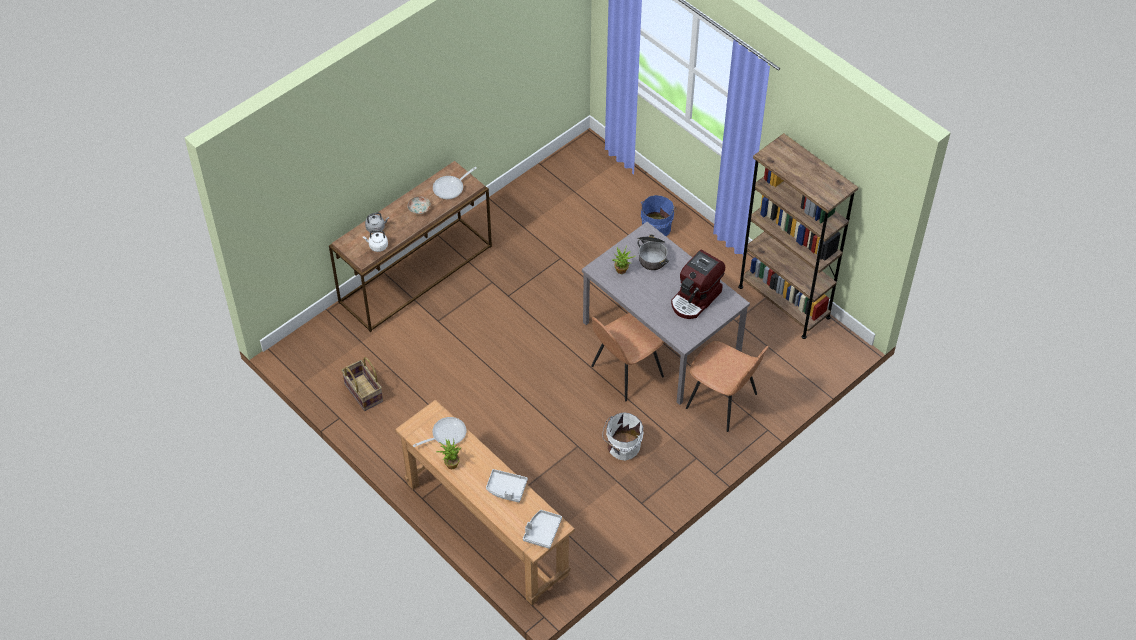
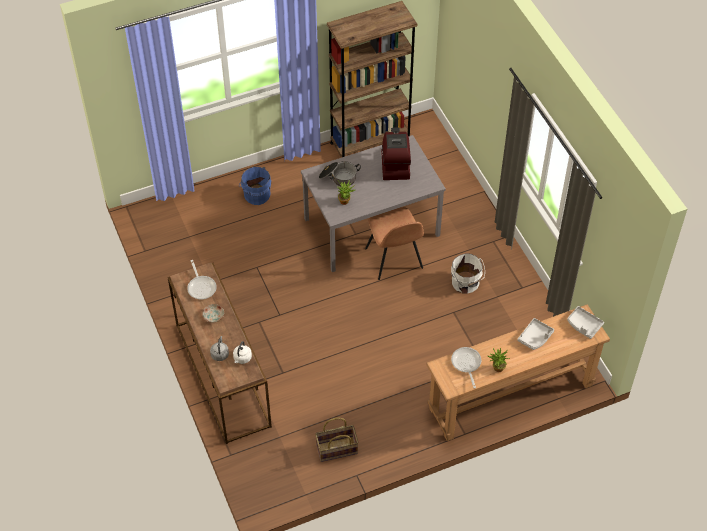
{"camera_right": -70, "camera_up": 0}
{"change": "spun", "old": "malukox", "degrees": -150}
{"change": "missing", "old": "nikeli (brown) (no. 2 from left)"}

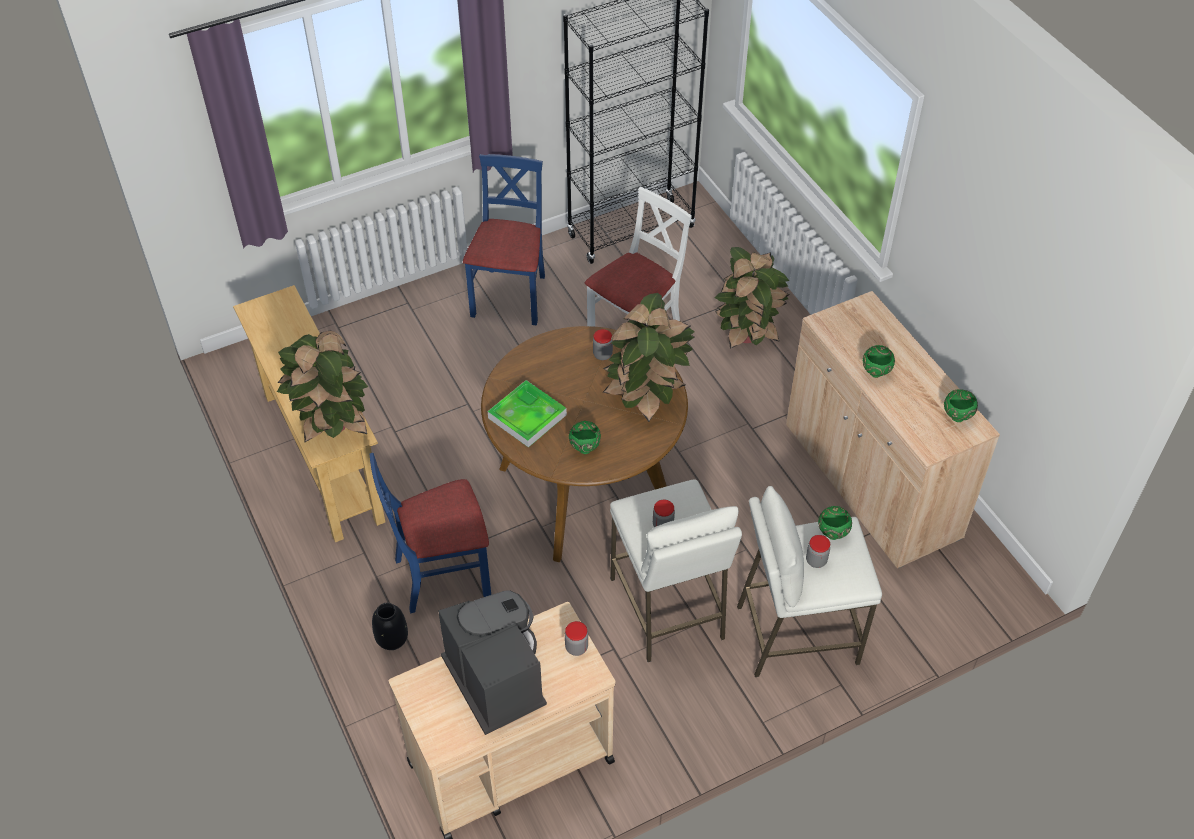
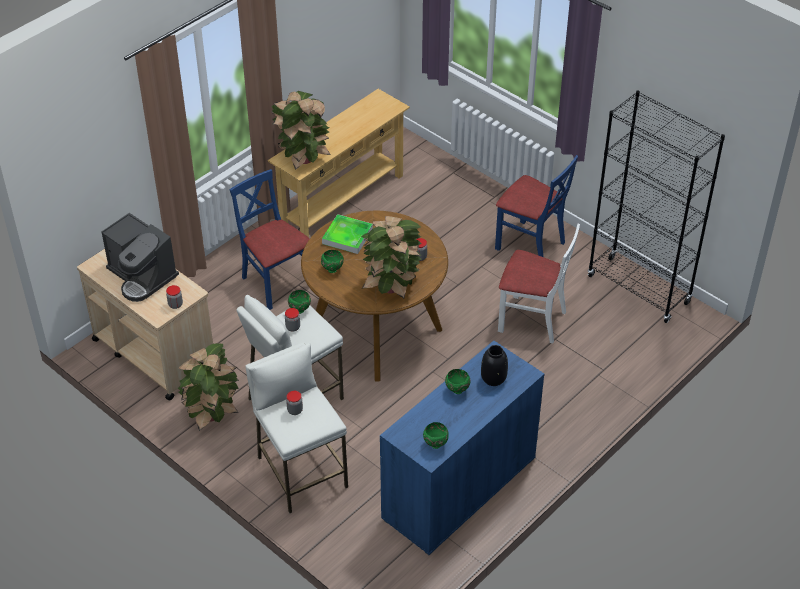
{"camera_right": 70, "camera_up": -5}
{"change": "spun", "old": "malukox", "degrees": 90}
{"change": "relocated", "old": "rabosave (no. 3 from left in the first image)", "new": "rabosave (no. 1 from left)"}
{"change": "relocated", "old": "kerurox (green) (no. 2 from left in the first image)", "new": "kerurox (green) (no. 1 from left)"}
{"change": "colour", "old": "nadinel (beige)", "new": "nadinel (blue)"}
{"change": "relocated", "old": "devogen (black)"}
{"change": "spun", "old": "nikeli (blue) (no. 2 from left)", "degrees": 45}

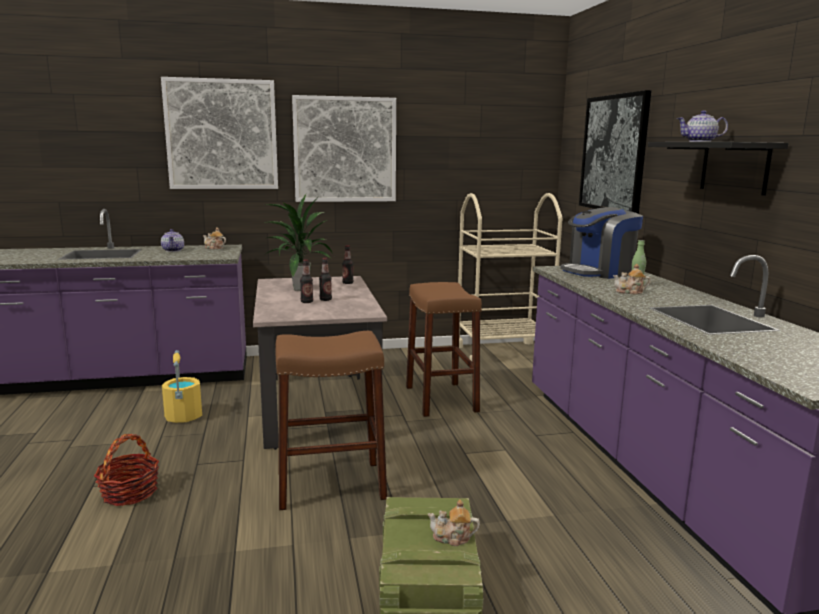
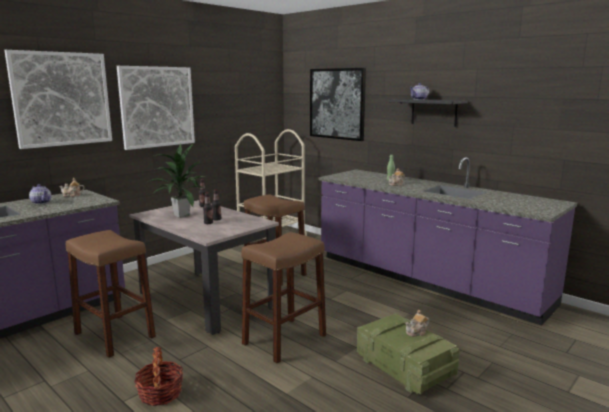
{"camera_right": -35, "camera_up": 0}
{"change": "exchanged", "old": "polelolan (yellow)", "new": "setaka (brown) (no. 1 from left)"}
{"change": "missing", "old": "malukox"}

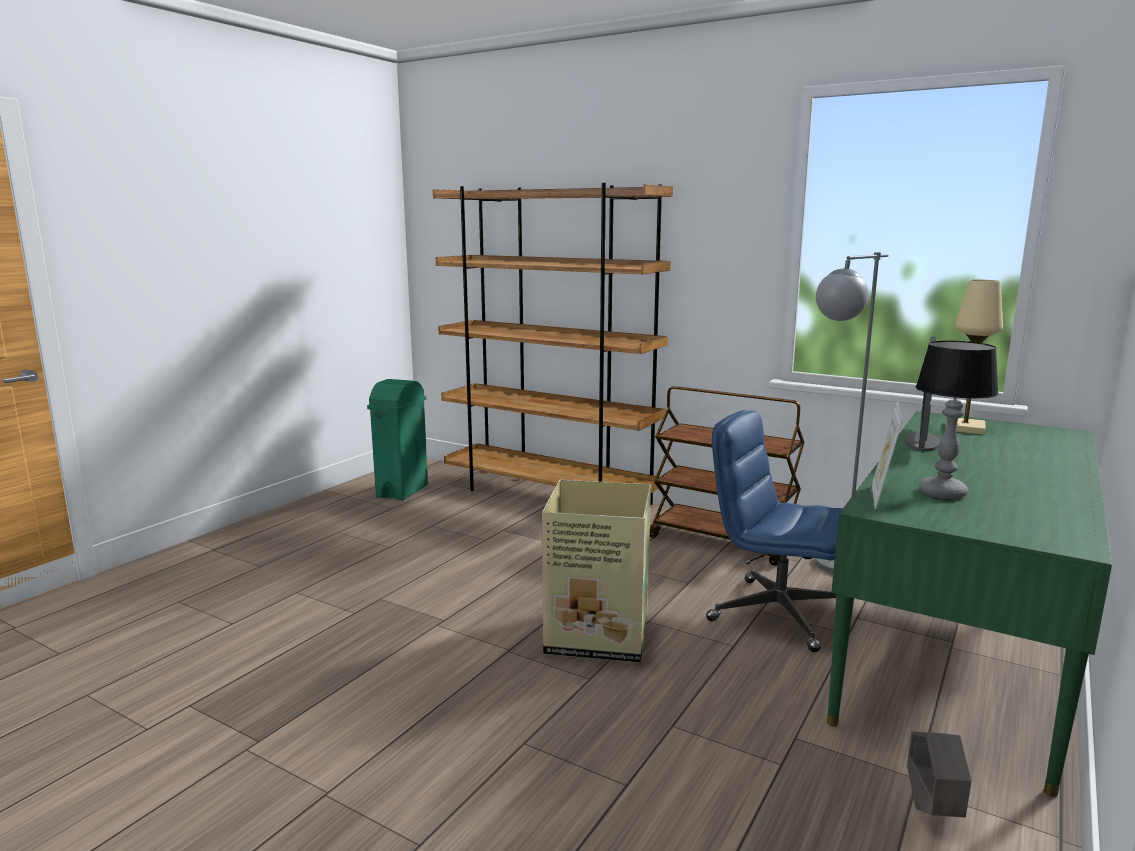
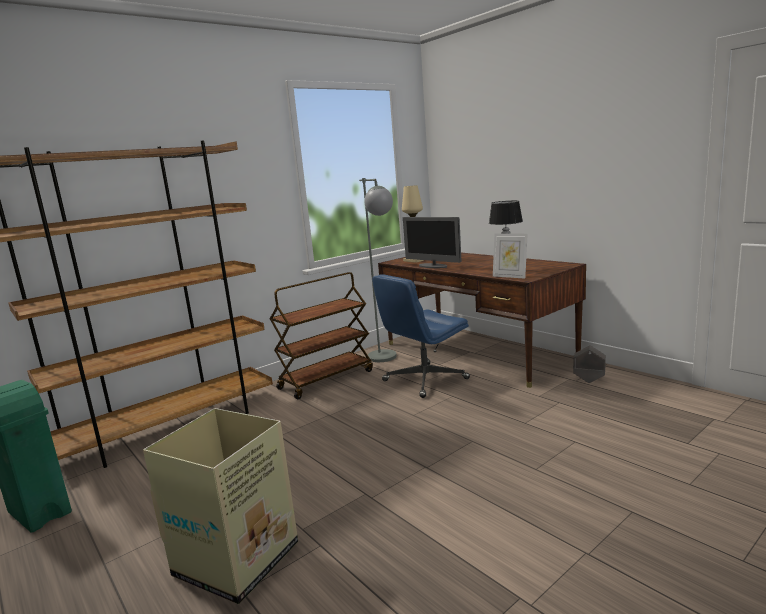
{"camera_right": -70, "camera_up": 0}
{"change": "relocated", "old": "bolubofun"}
{"change": "colour", "old": "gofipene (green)", "new": "gofipene (brown)"}

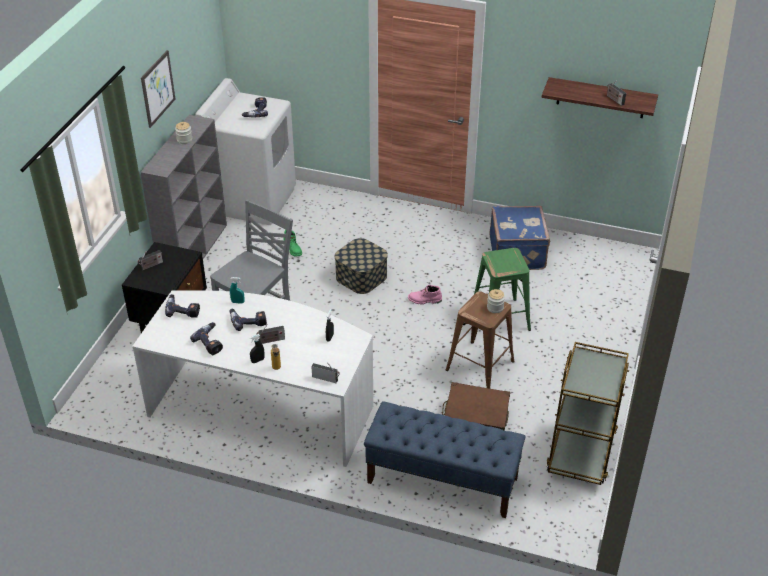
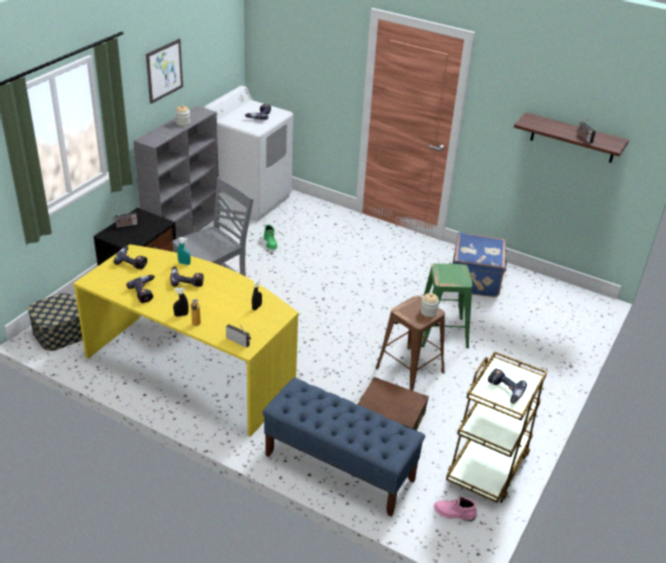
{"camera_right": 10, "camera_up": -5}
{"change": "relocated", "old": "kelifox"}
{"change": "colour", "old": "gofipene (white)", "new": "gofipene (yellow)"}
{"change": "relocated", "old": "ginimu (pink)"}
{"change": "appeared", "new": "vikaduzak (no. 5 from left)"}
{"change": "missing", "old": "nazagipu (no. 2 from left)"}

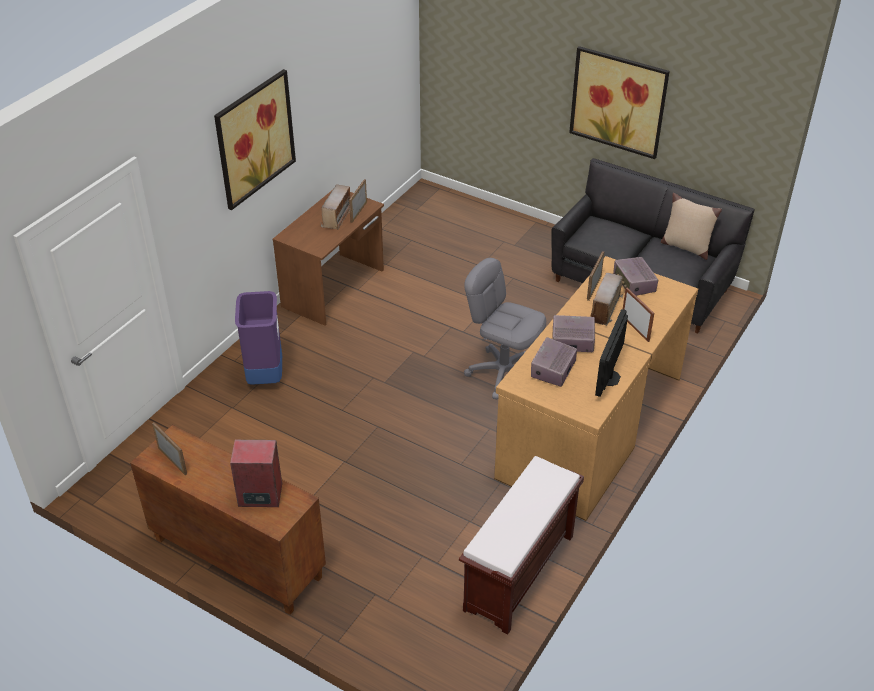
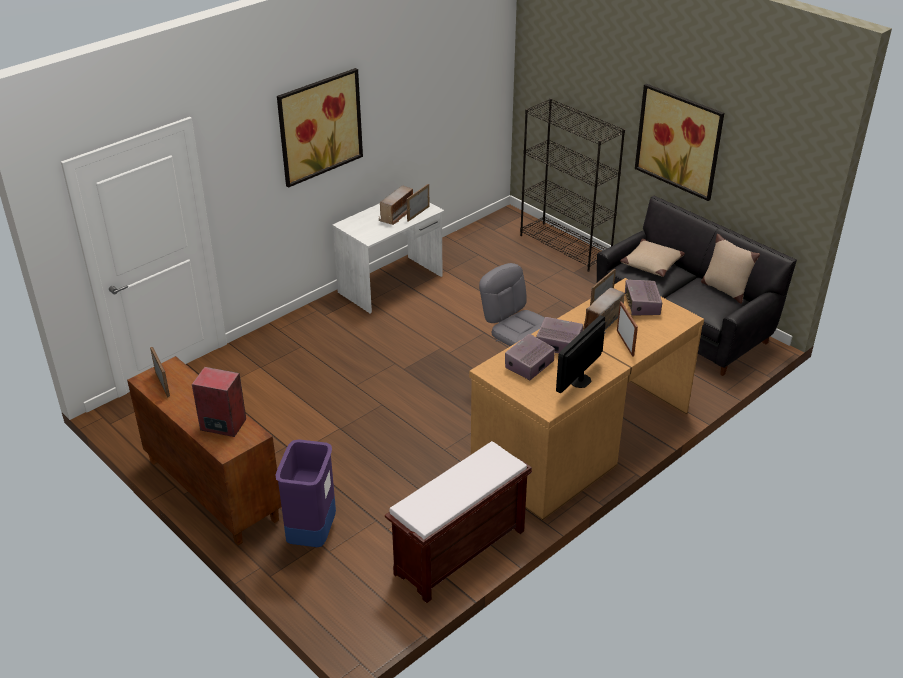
{"camera_right": 15, "camera_up": -5}
{"change": "relocated", "old": "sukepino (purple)"}
{"change": "colour", "old": "gofipene (brown) (no. 1 from left)", "new": "gofipene (white)"}
{"change": "appeared", "new": "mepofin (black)"}
{"change": "appeared", "new": "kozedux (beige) (no. 1 from left)"}

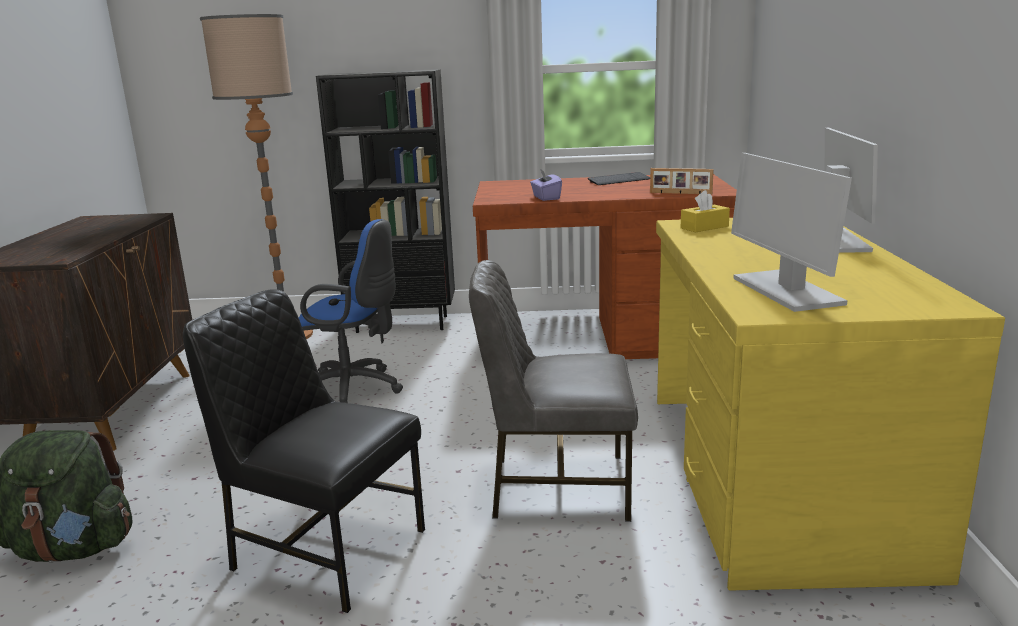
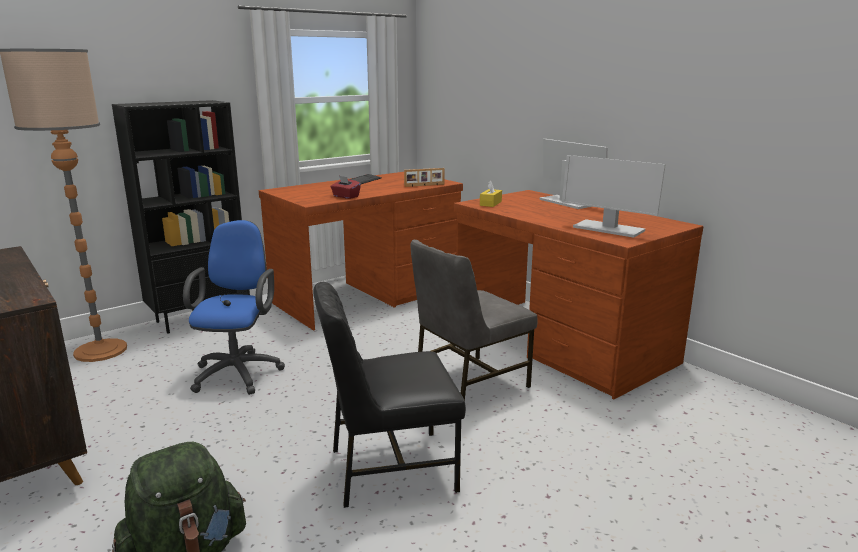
{"camera_right": -40, "camera_up": 0}
{"change": "spun", "old": "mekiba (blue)", "degrees": -60}
{"change": "colour", "old": "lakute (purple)", "new": "lakute (red)"}
{"change": "colour", "old": "gofipene (yellow)", "new": "gofipene (brown) (no. 2 from left)"}

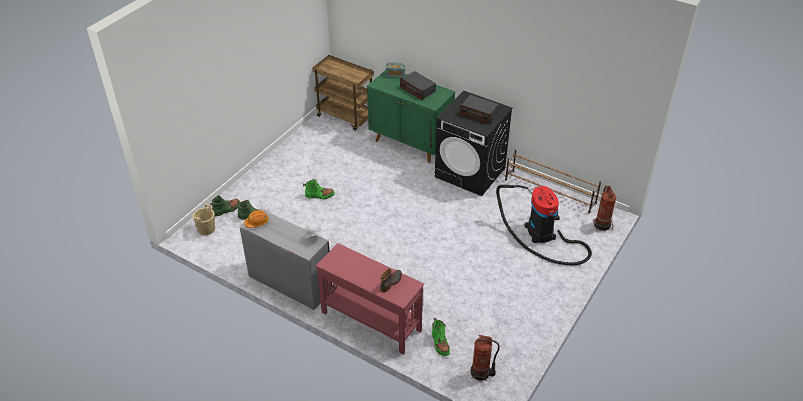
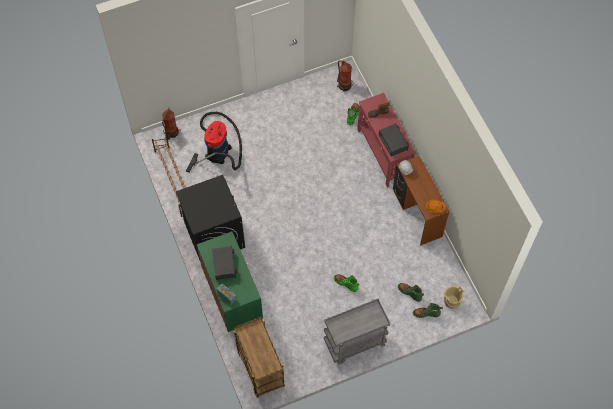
{"camera_right": -145, "camera_up": 20}
{"change": "appeared", "new": "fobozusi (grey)"}
{"change": "relocated", "old": "nazagipu (no. 3 from left)"}
{"change": "colour", "old": "gofipene (grey)", "new": "gofipene (brown)"}

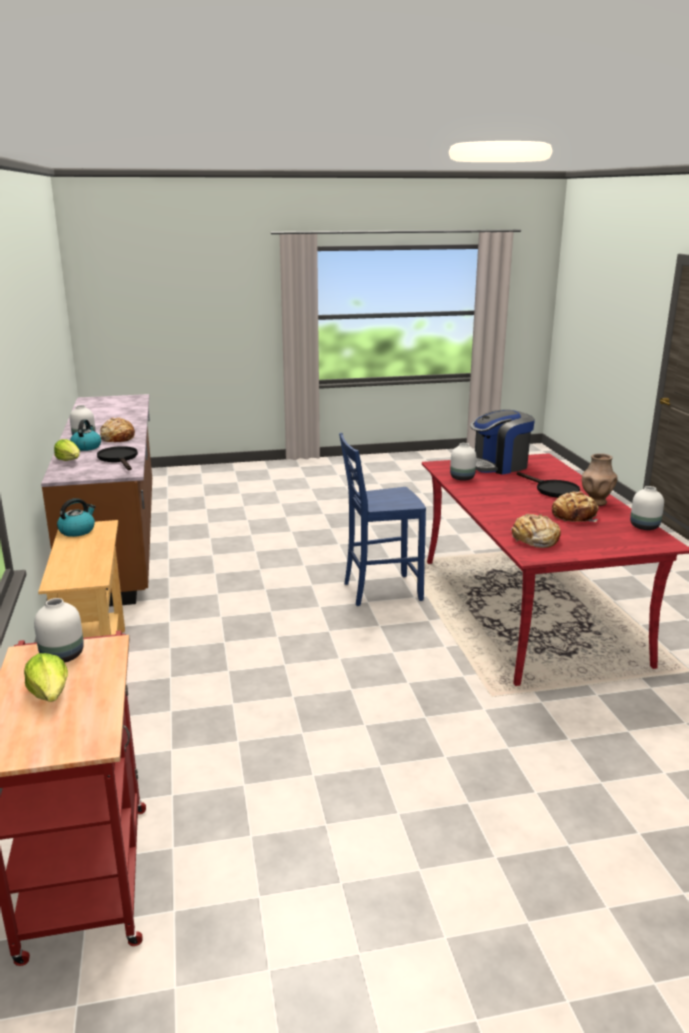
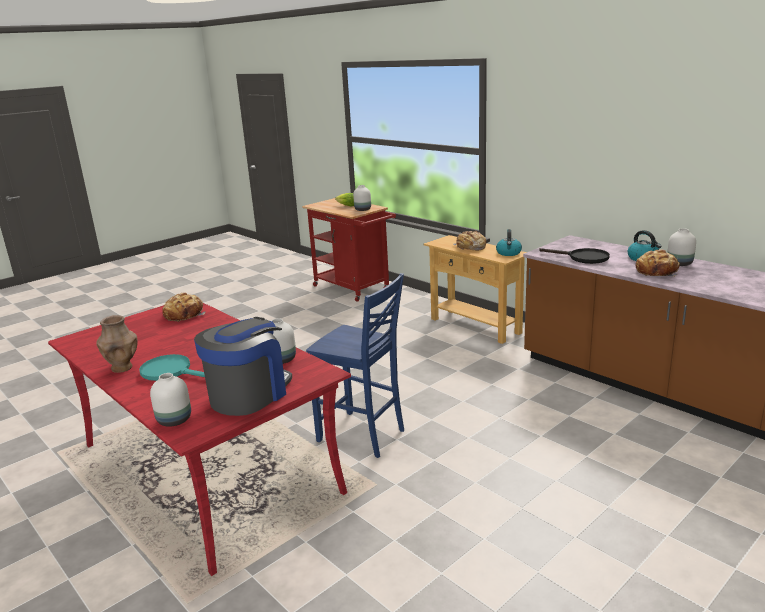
{"camera_right": 150, "camera_up": 0}
{"change": "colour", "old": "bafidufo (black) (no. 2 from left)", "new": "bafidufo (turquoise)"}
{"change": "relocated", "old": "devogen (white) (no. 4 from left in the first image)", "new": "devogen (white) (no. 1 from left)"}
{"change": "spun", "old": "nikeli (blue)", "degrees": 75}
{"change": "relocated", "old": "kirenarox (no. 3 from left in the first image)", "new": "kirenarox (no. 2 from left)"}
{"change": "missing", "old": "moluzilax (no. 2 from left)"}

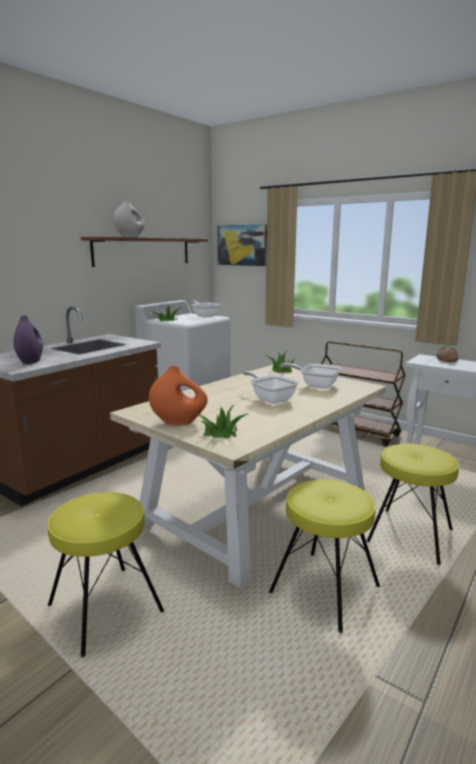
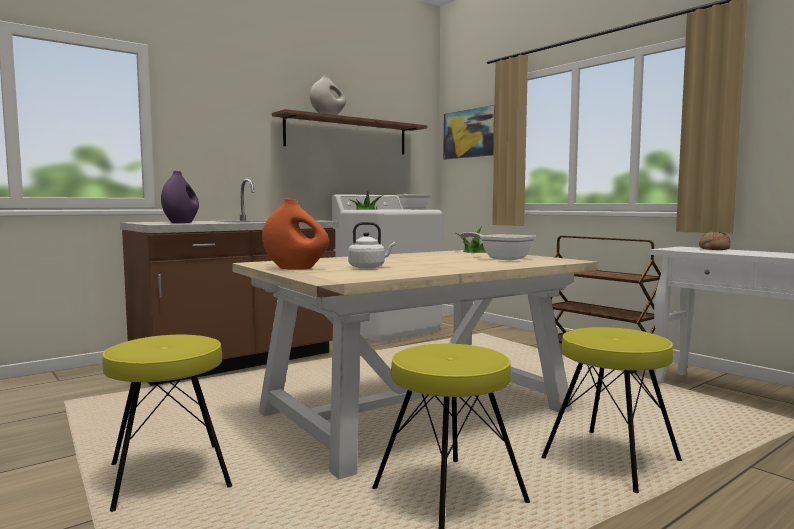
{"camera_right": 15, "camera_up": -10}
{"change": "appeared", "new": "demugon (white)"}
{"change": "missing", "old": "rabosave (no. 2 from left)"}
{"change": "missing", "old": "bafidufo (no. 2 from left)"}

